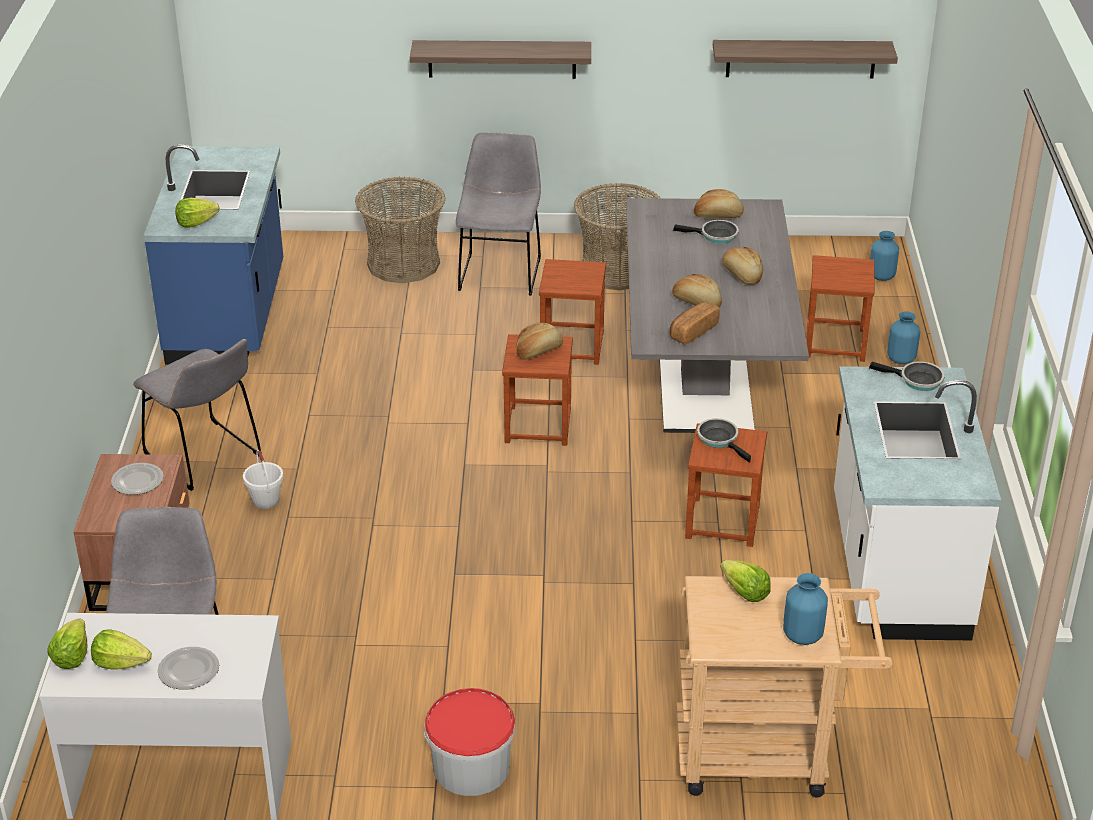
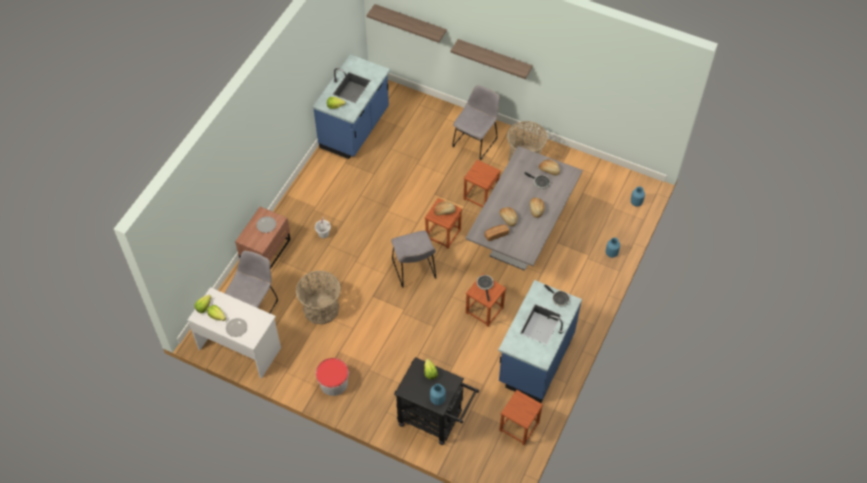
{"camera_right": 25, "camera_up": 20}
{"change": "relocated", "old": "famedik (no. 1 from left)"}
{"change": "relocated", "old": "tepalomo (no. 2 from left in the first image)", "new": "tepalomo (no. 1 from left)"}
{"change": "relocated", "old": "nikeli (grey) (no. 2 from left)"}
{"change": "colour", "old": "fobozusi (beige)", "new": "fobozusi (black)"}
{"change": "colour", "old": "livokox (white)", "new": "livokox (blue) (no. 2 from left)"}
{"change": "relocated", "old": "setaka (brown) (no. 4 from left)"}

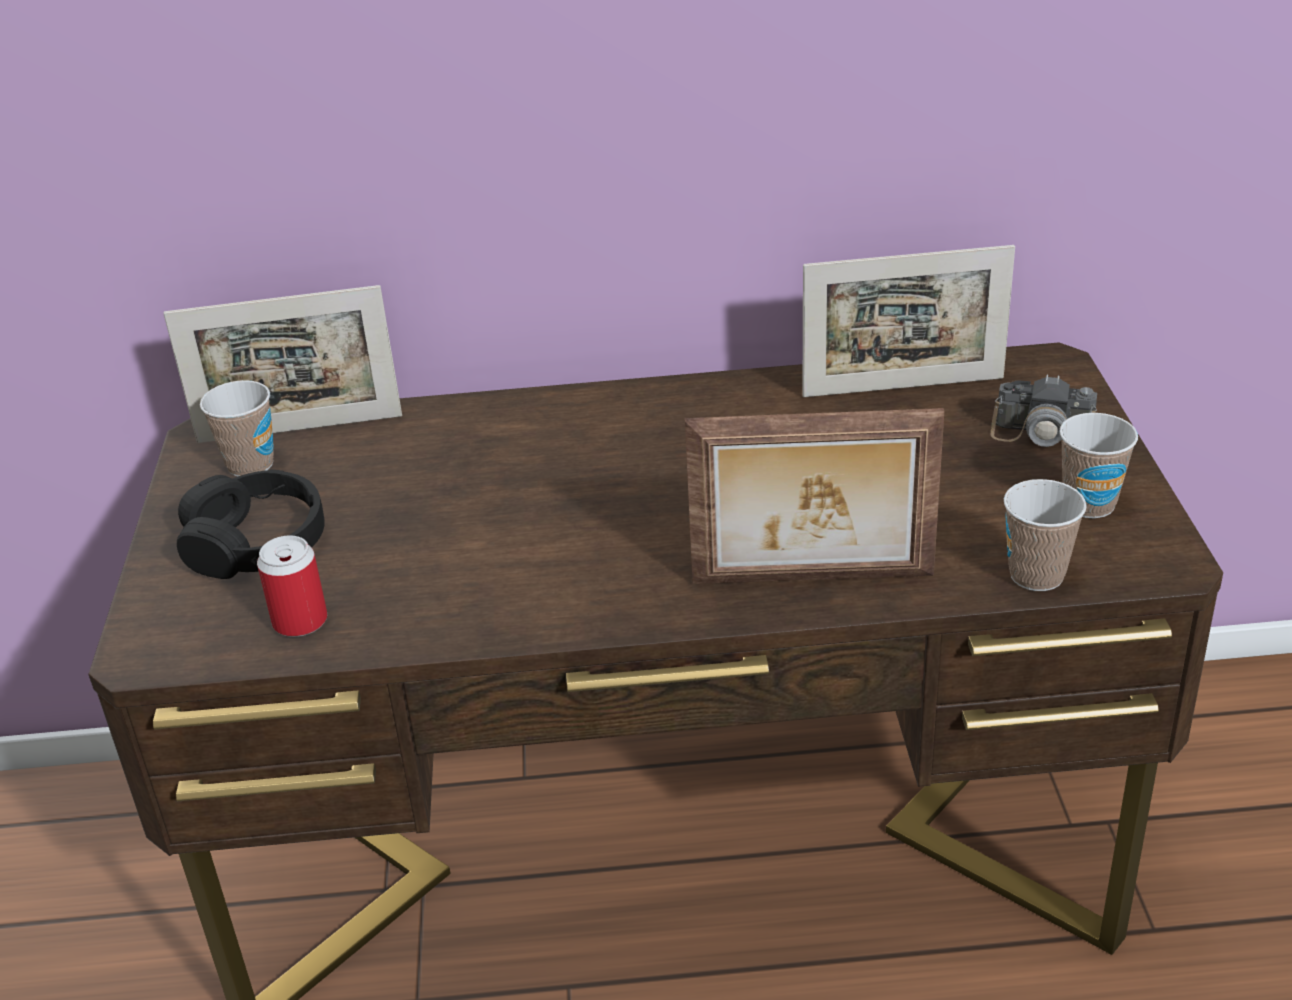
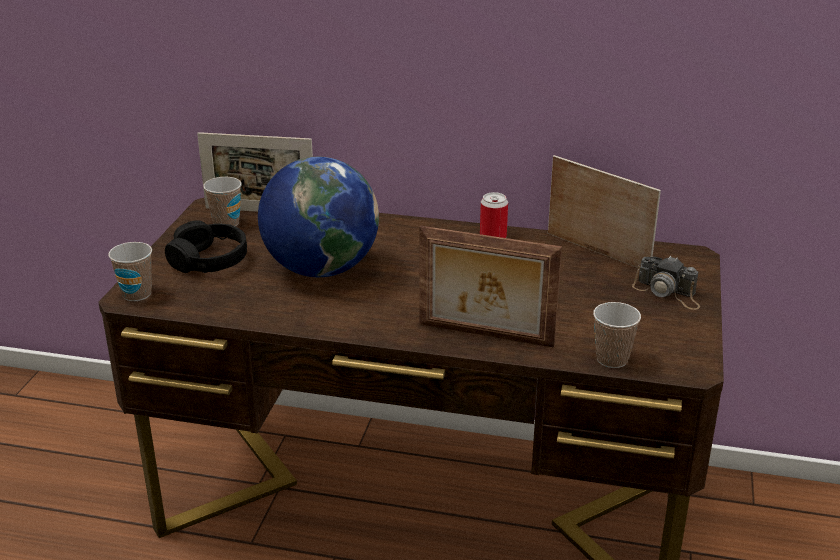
{"camera_right": 15, "camera_up": -5}
{"change": "relocated", "old": "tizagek (no. 3 from left in the first image)", "new": "tizagek (no. 1 from left)"}
{"change": "appeared", "new": "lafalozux"}
{"change": "relocated", "old": "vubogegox"}
{"change": "spun", "old": "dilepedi (no. 3 from left)", "degrees": -150}

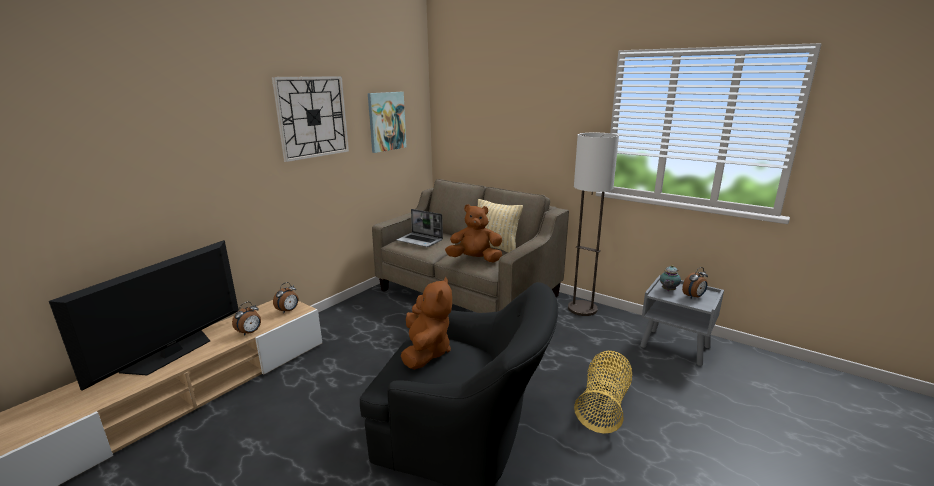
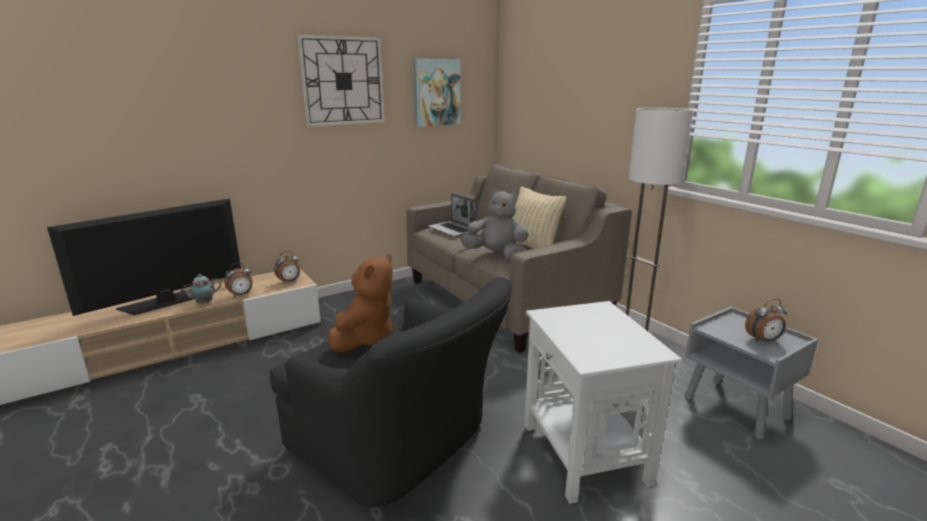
{"camera_right": 20, "camera_up": 0}
{"change": "relocated", "old": "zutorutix"}
{"change": "colour", "old": "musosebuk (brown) (no. 2 from left)", "new": "musosebuk (grey)"}
{"change": "exchanged", "old": "famedik", "new": "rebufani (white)"}

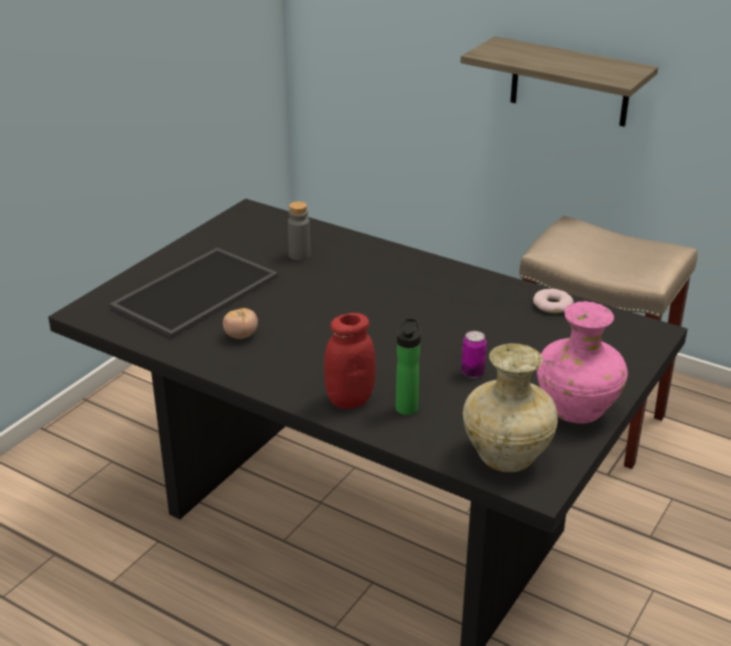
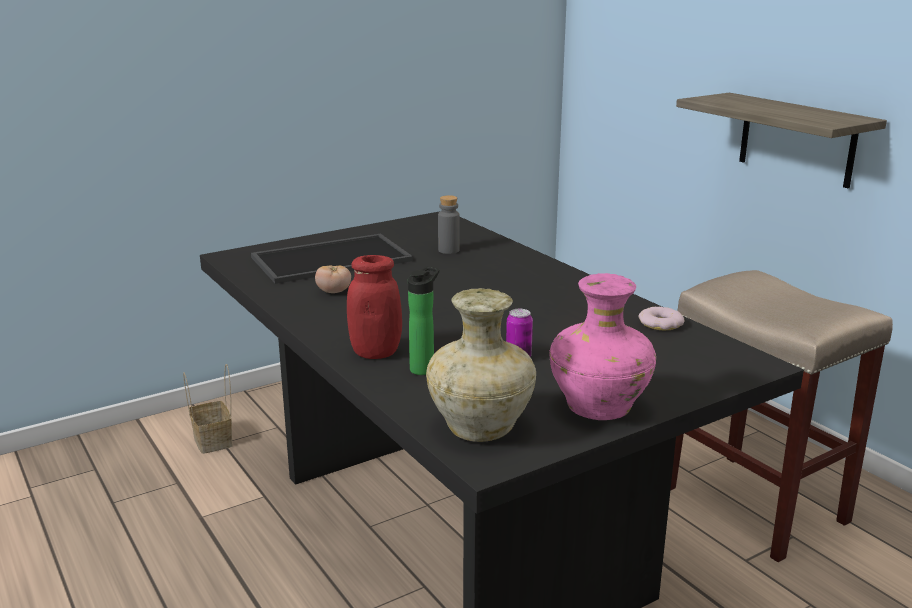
{"camera_right": 25, "camera_up": -10}
{"change": "appeared", "new": "famedik"}

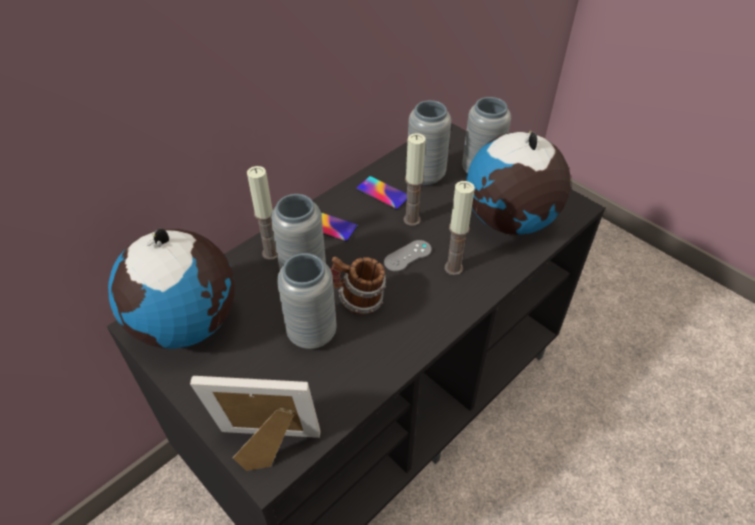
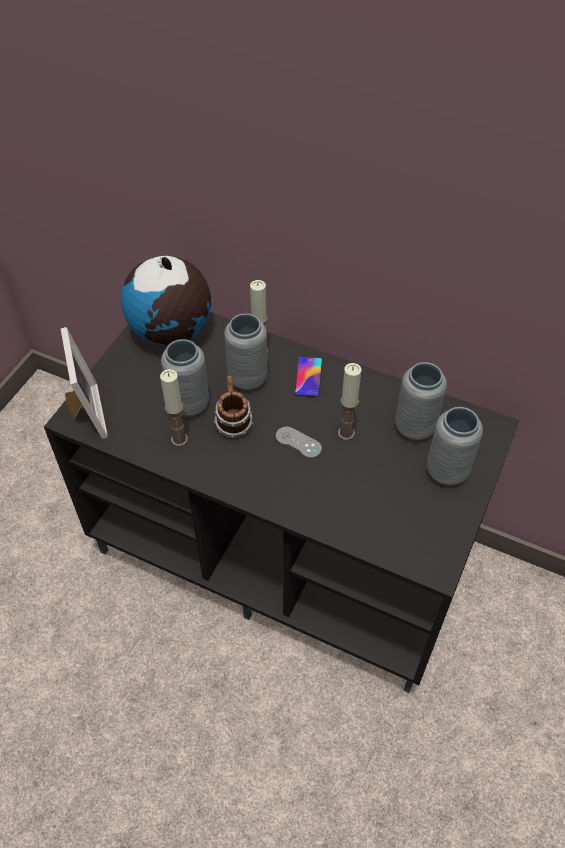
{"camera_right": 70, "camera_up": 5}
{"change": "relocated", "old": "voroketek (no. 3 from left in the first image)", "new": "voroketek (no. 1 from left)"}
{"change": "missing", "old": "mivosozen (no. 2 from left)"}
{"change": "missing", "old": "lafalozux (no. 2 from left)"}

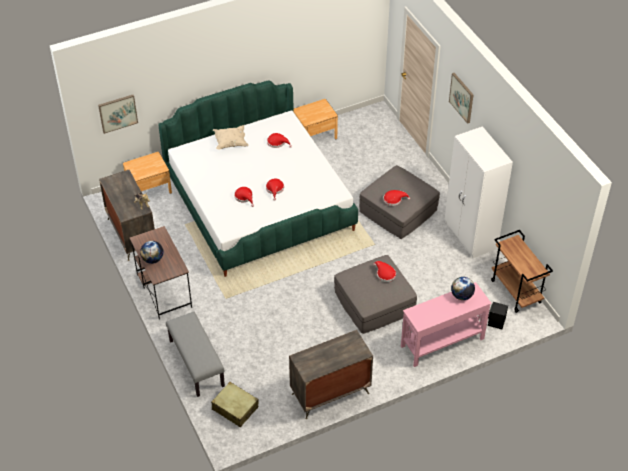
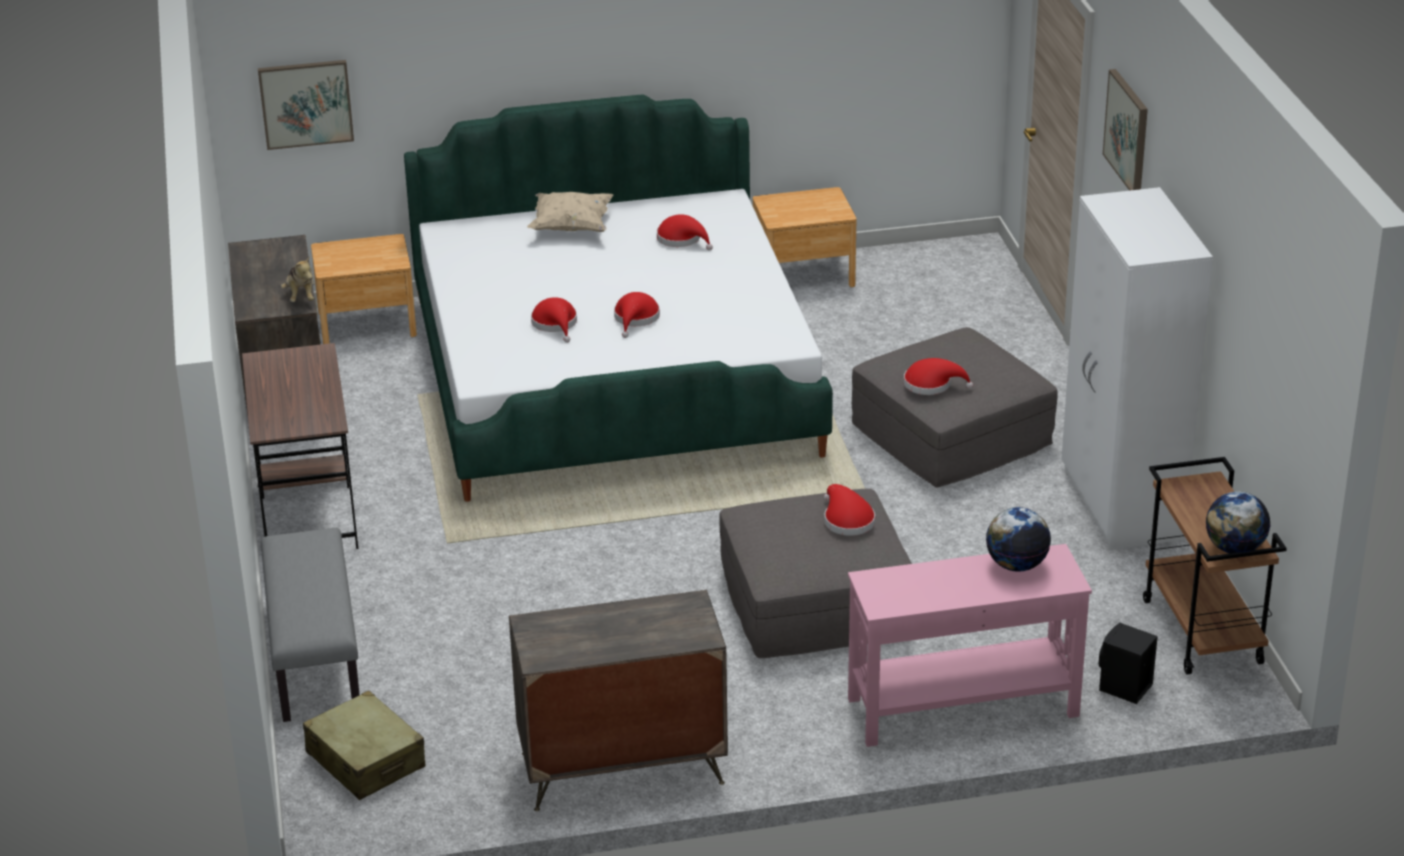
{"camera_right": 15, "camera_up": -15}
{"change": "relocated", "old": "lafalozux (no. 1 from left in the first image)", "new": "lafalozux (no. 2 from left)"}

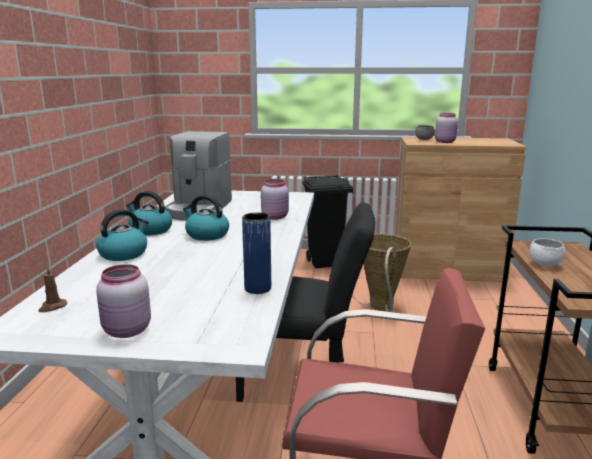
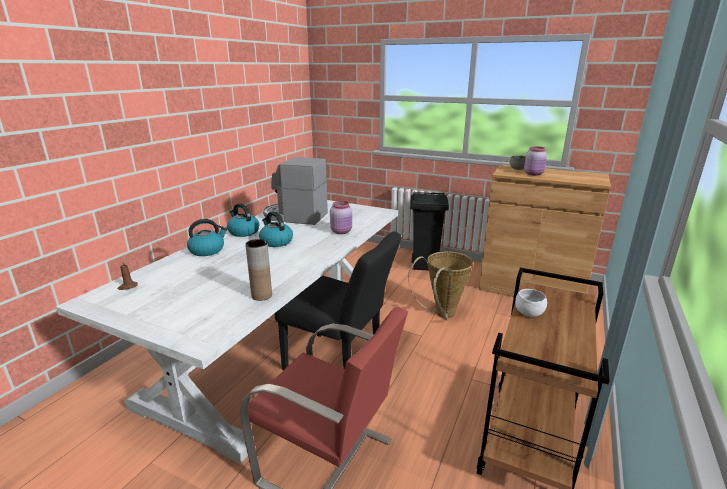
{"camera_right": 20, "camera_up": 5}
{"change": "colour", "old": "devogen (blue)", "new": "devogen (brown)"}
{"change": "spun", "old": "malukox", "degrees": 75}
{"change": "missing", "old": "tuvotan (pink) (no. 1 from left)"}

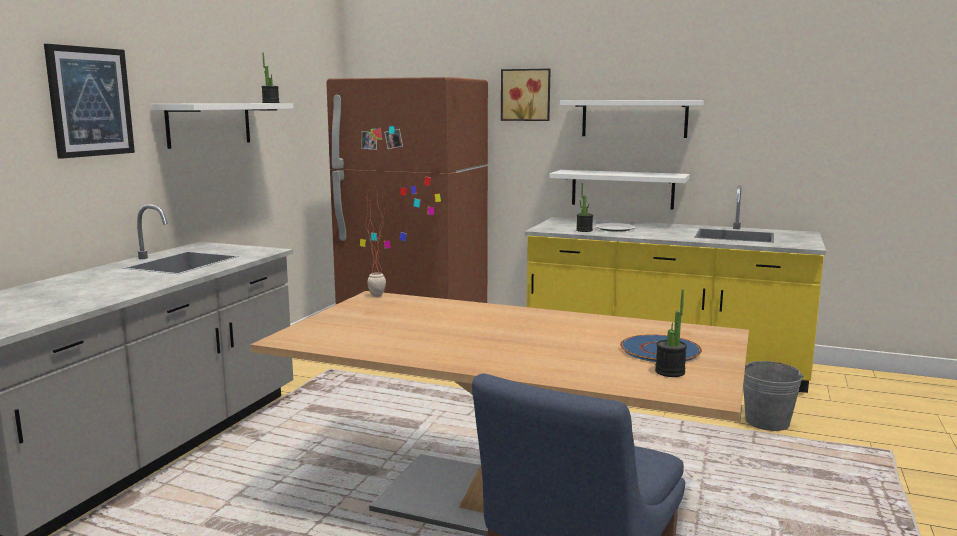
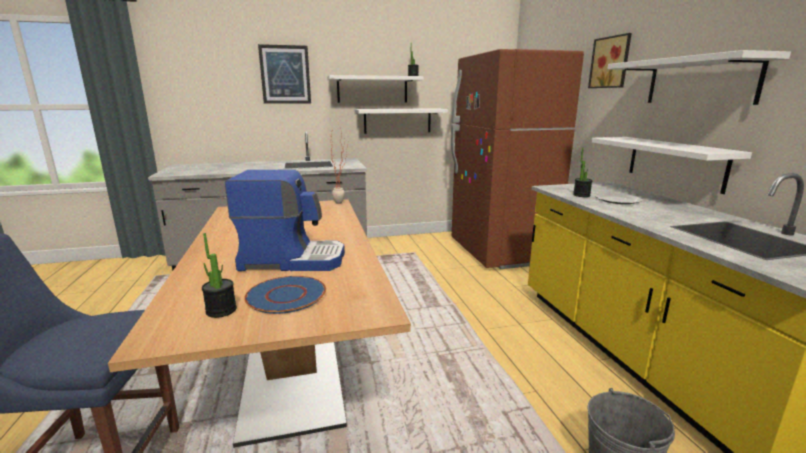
{"camera_right": 55, "camera_up": 5}
{"change": "appeared", "new": "malukox"}
{"change": "appeared", "new": "tepalomo (white) (no. 2 from left)"}

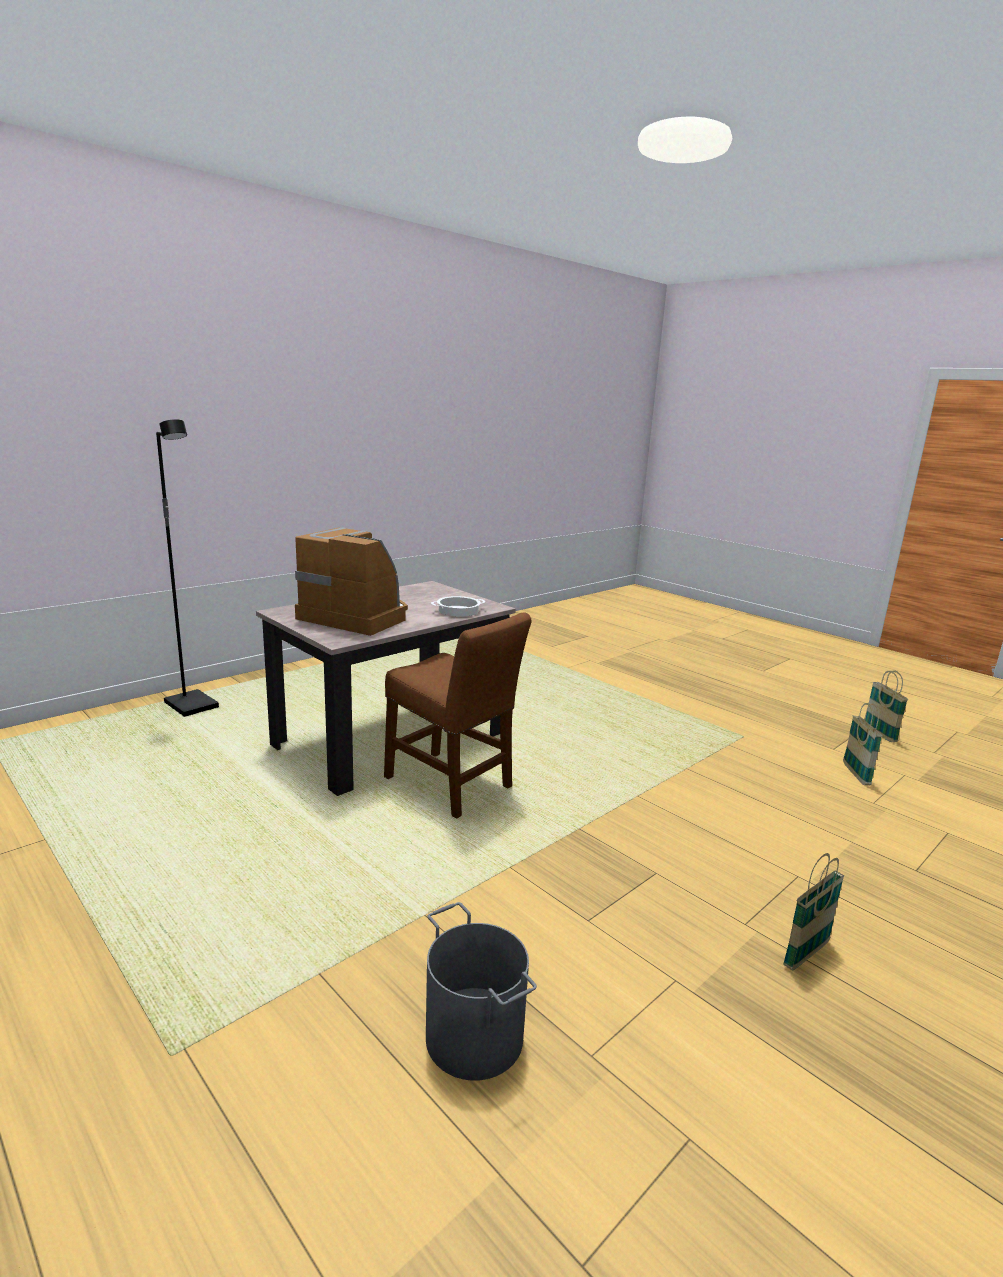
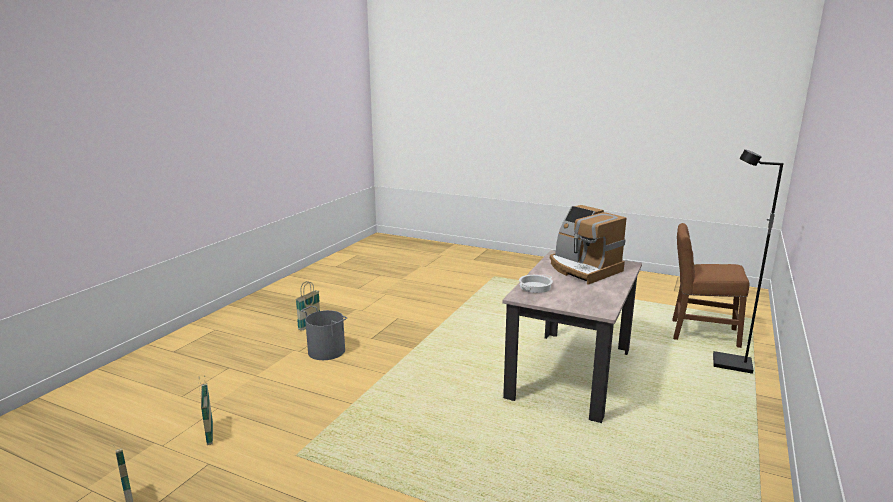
{"camera_right": 160, "camera_up": 0}
{"change": "relocated", "old": "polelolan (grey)"}
{"change": "spun", "old": "malukox", "degrees": 45}
{"change": "relocated", "old": "nikeli (brown)"}

